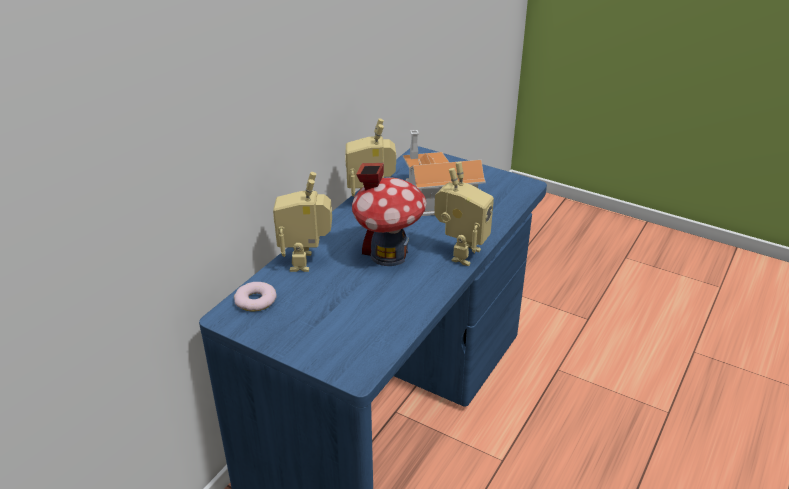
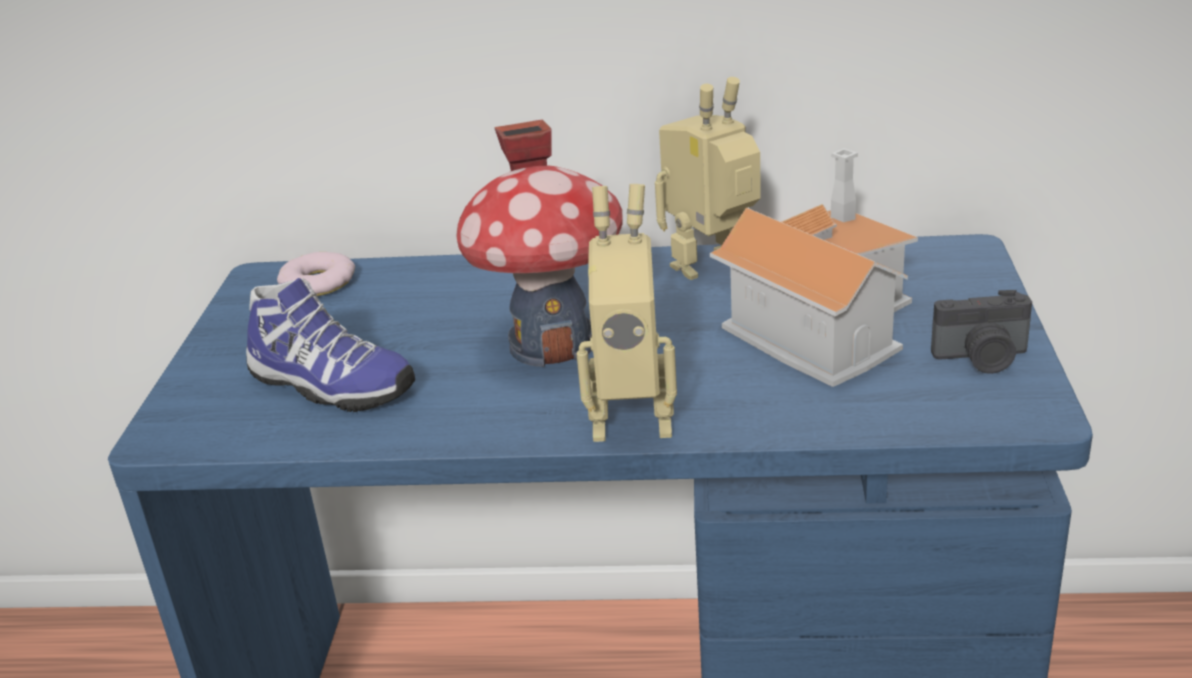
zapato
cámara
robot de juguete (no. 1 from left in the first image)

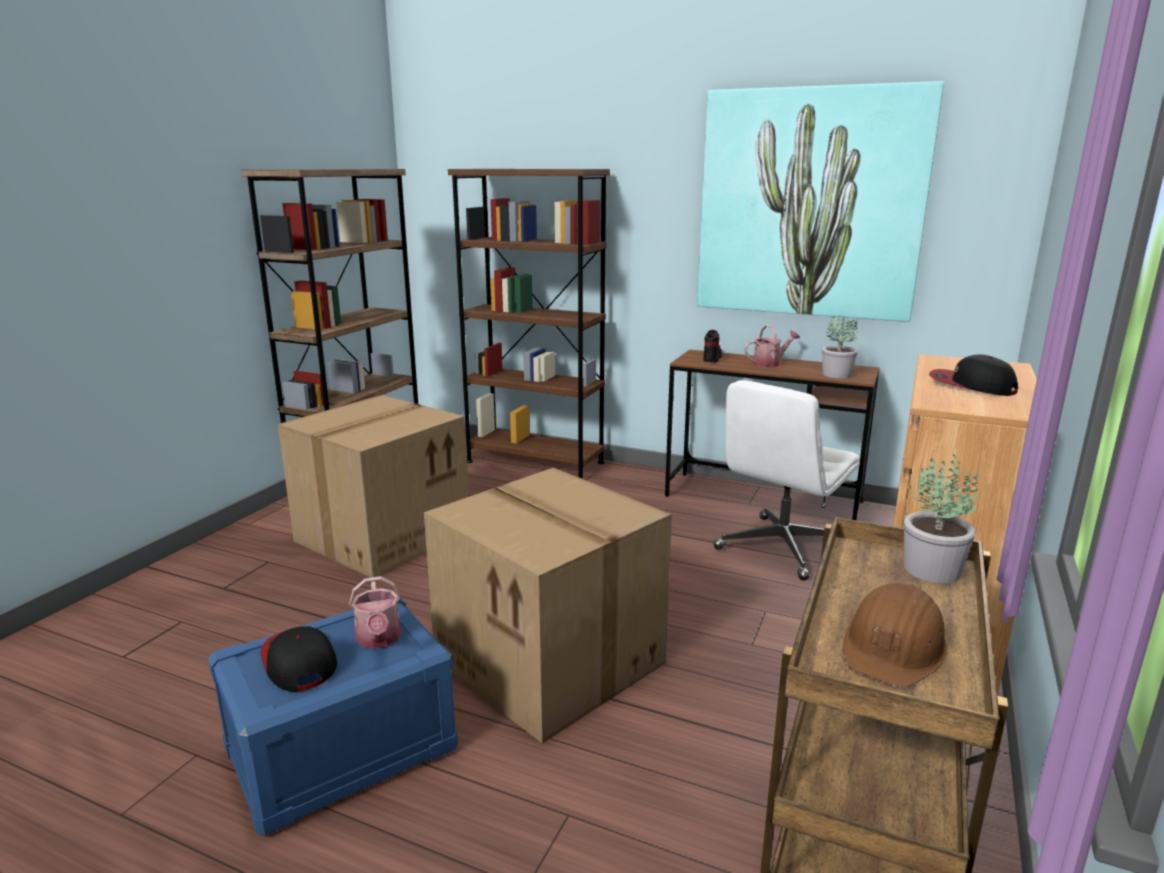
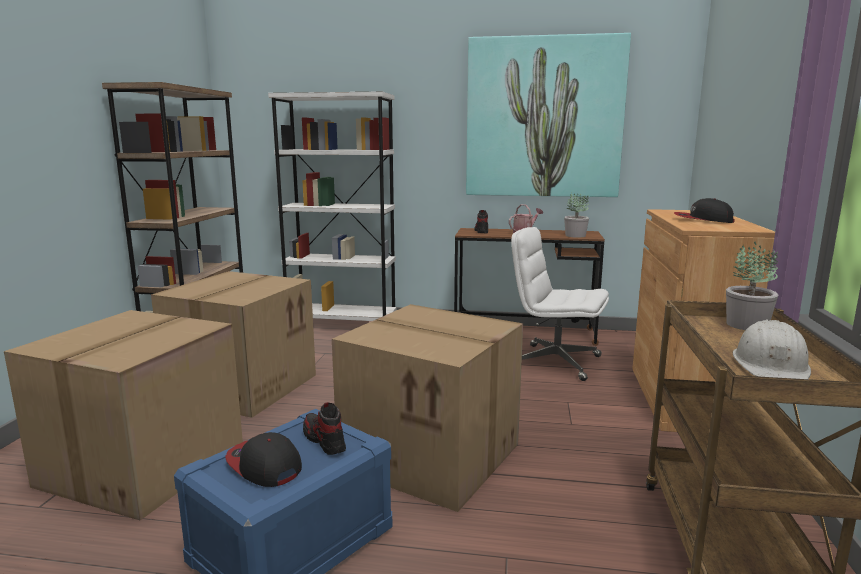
caja de cartón (no. 1 from left)
estantería [blanco]
zapato (no. 1 from left)
silla de oficina [blanco]
casco [blanco]

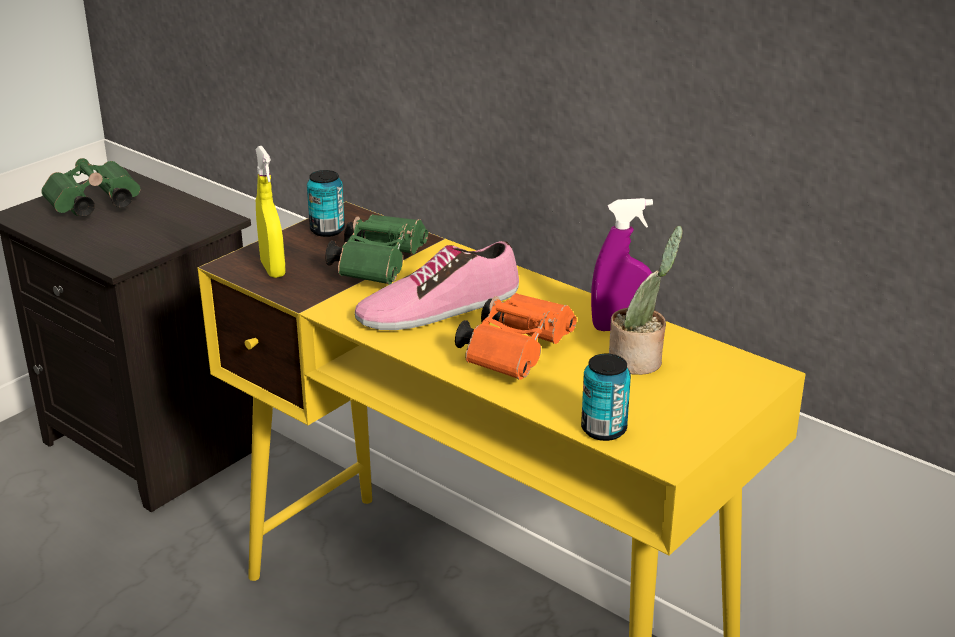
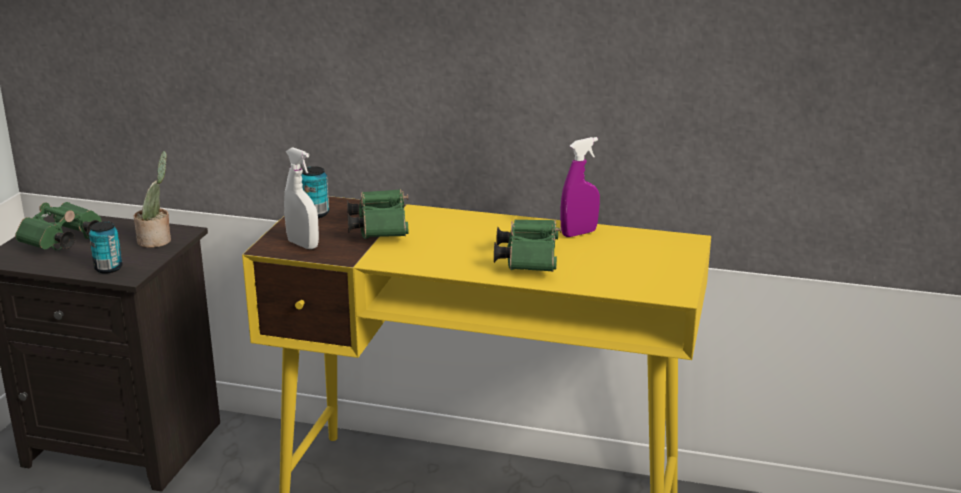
lata (no. 1 from left)
planta en maceta
pulverizador [blanco]
prismáticos [verde] (no. 3 from left)
zapato

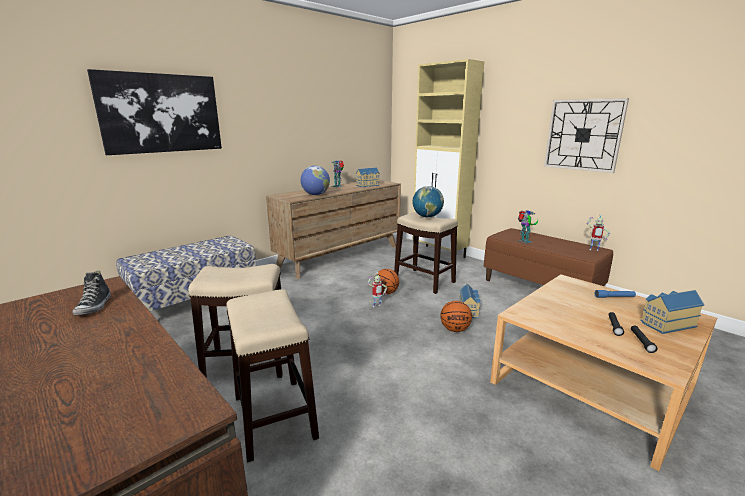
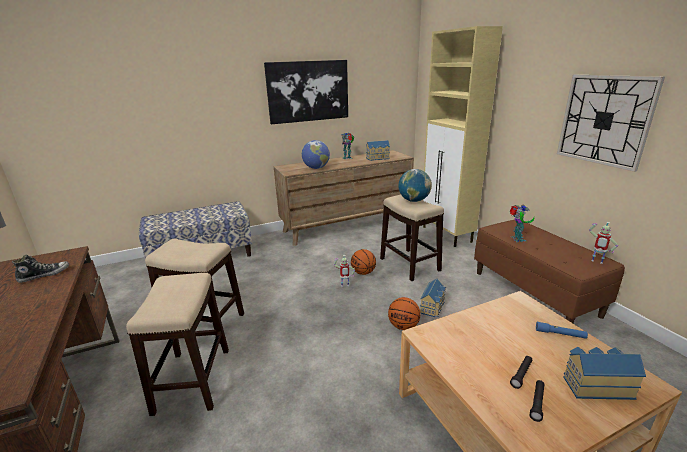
zapato
cuadro

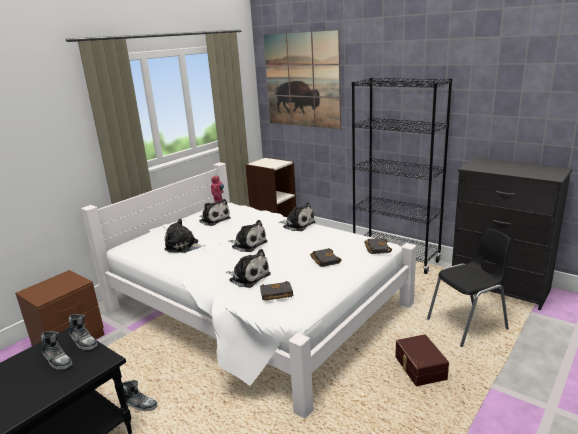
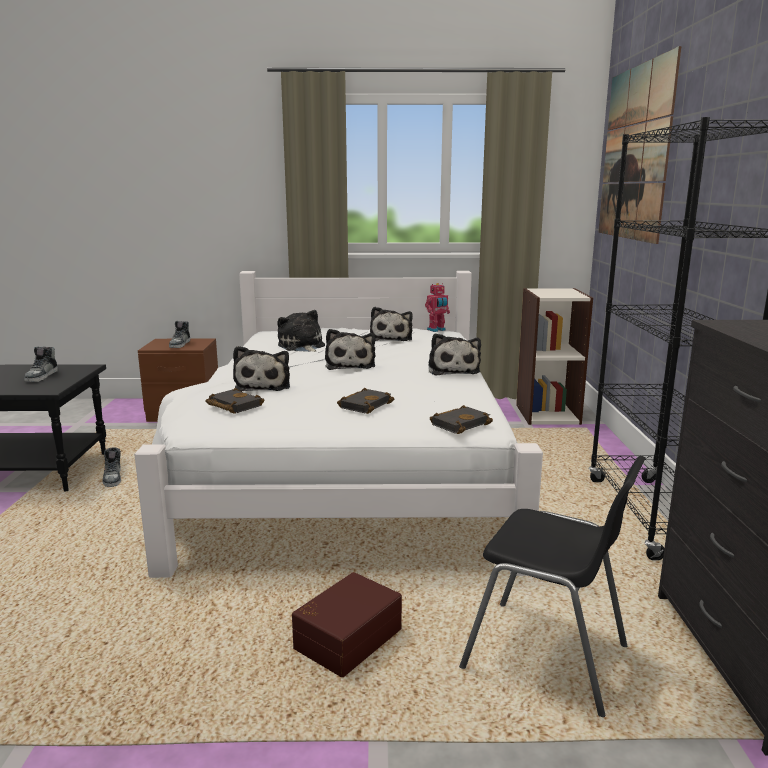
zapato (no. 3 from left)

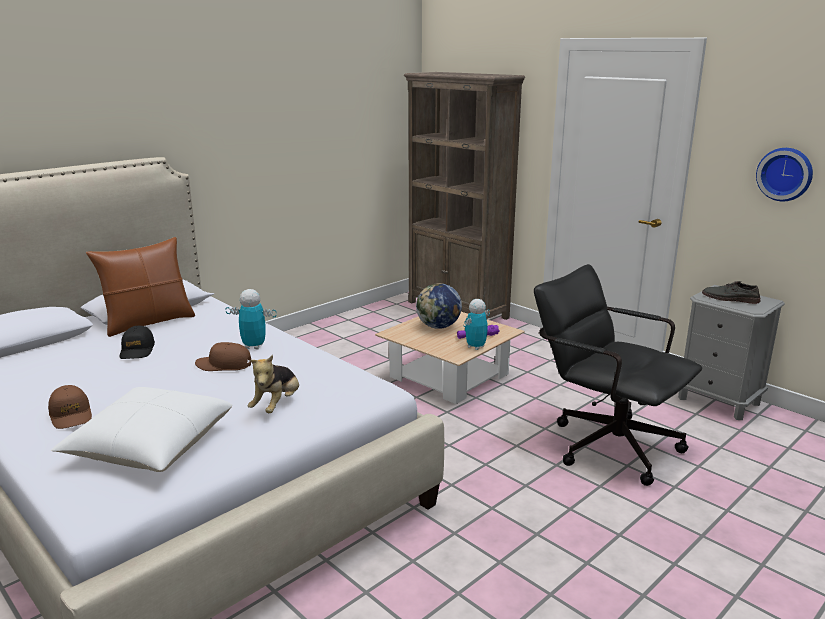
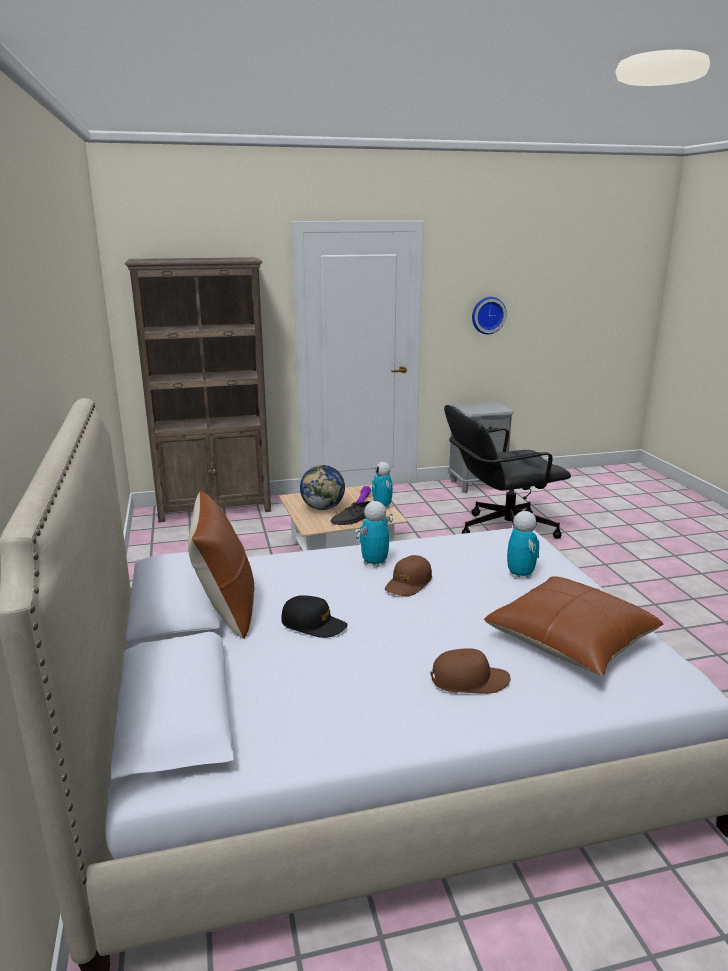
zapato [gris]
cojín [marrón] (no. 2 from left)
robot de juguete (no. 3 from left)

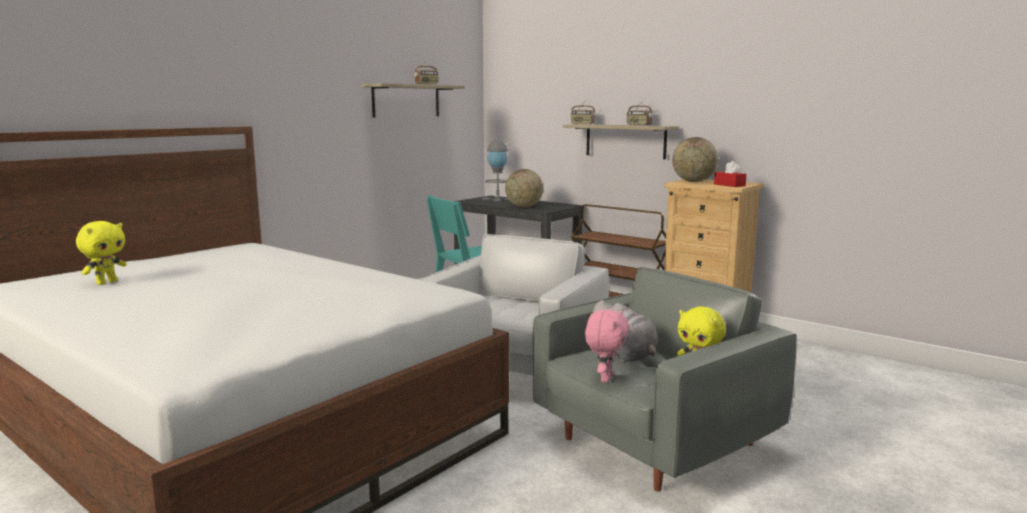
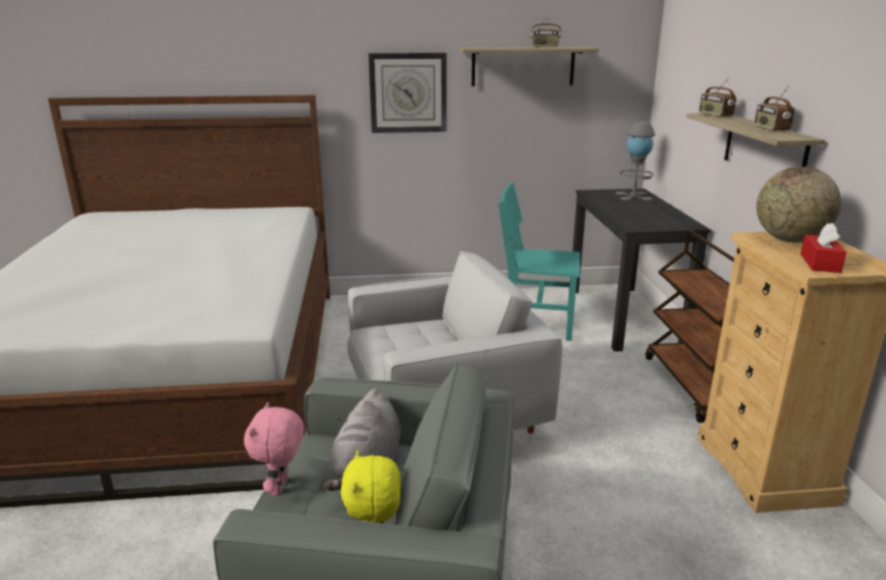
peluche [rosa]
reloj de pared
peluche [amarillo] (no. 1 from left in the first image)
globo terráqueo (no. 1 from left in the first image)

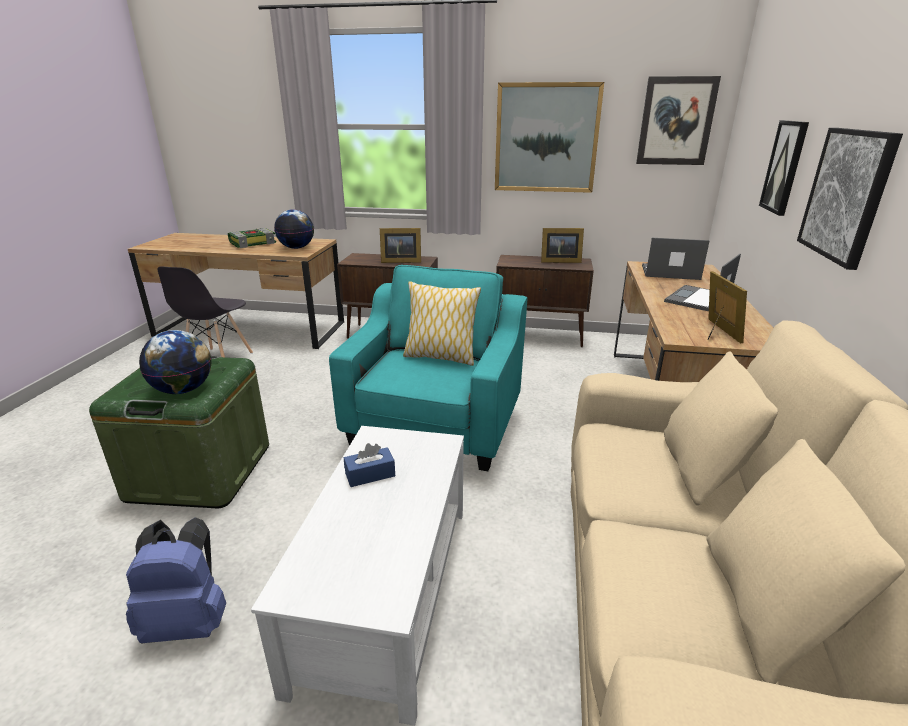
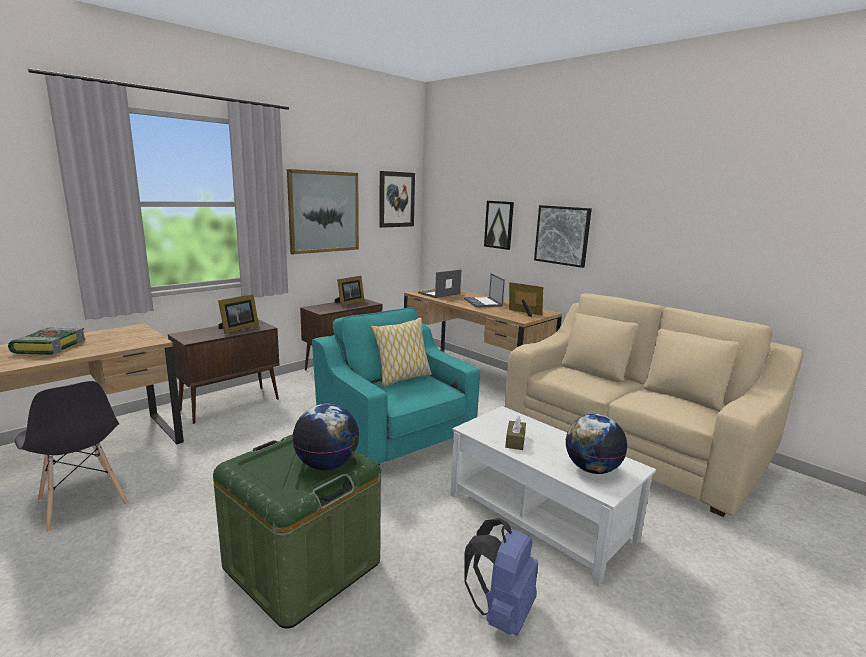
caja de pañuelos [marrón]
globo terráqueo (no. 2 from left)

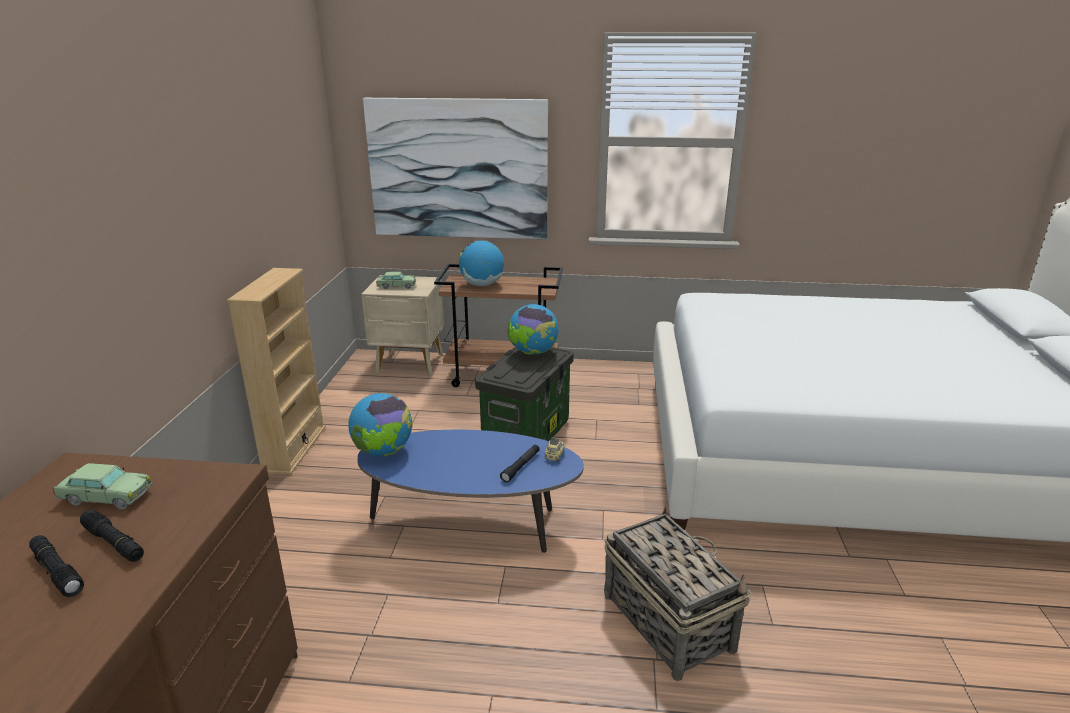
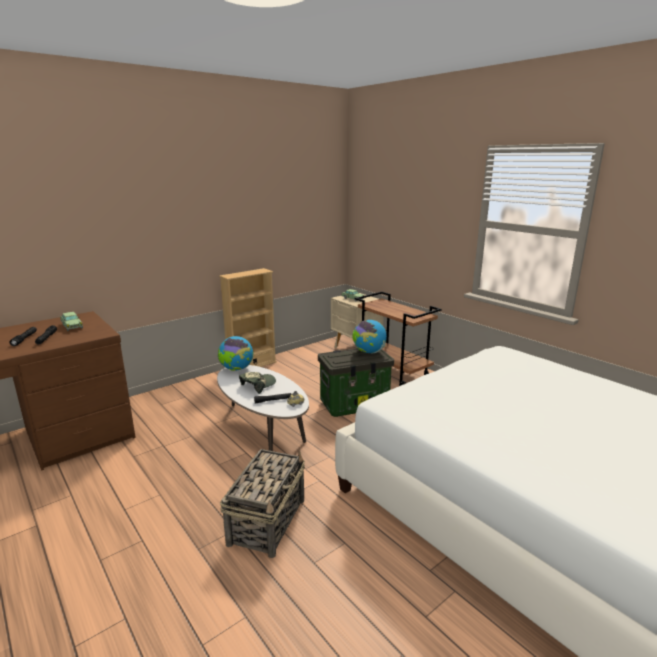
mesa de centro [blanco]
gorra
cuadro
globo terráqueo (no. 2 from left in the first image)

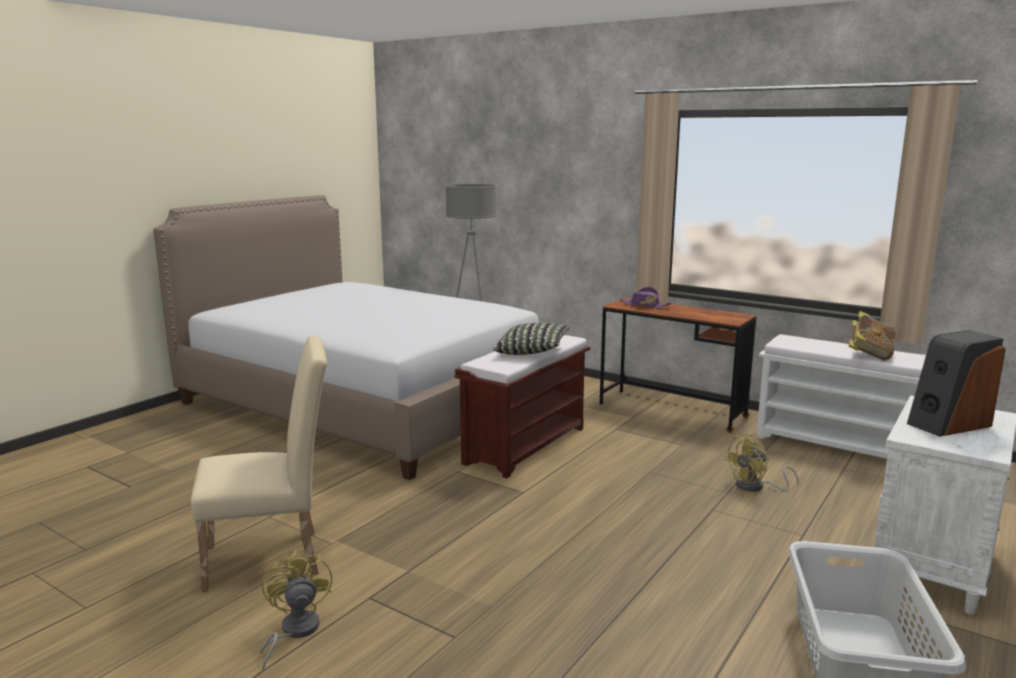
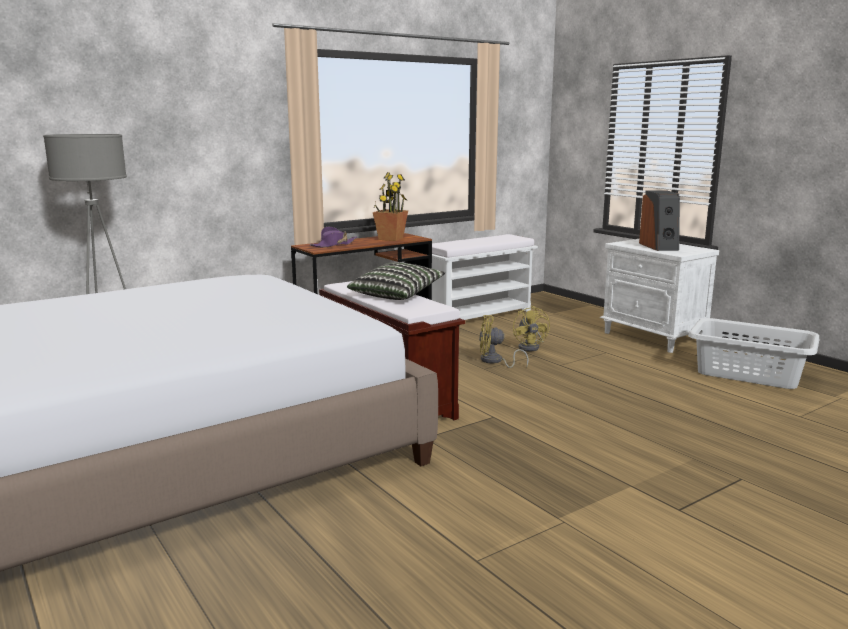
planta en maceta
ventilador [amarillo] (no. 1 from left)
silla [beis]
libro

